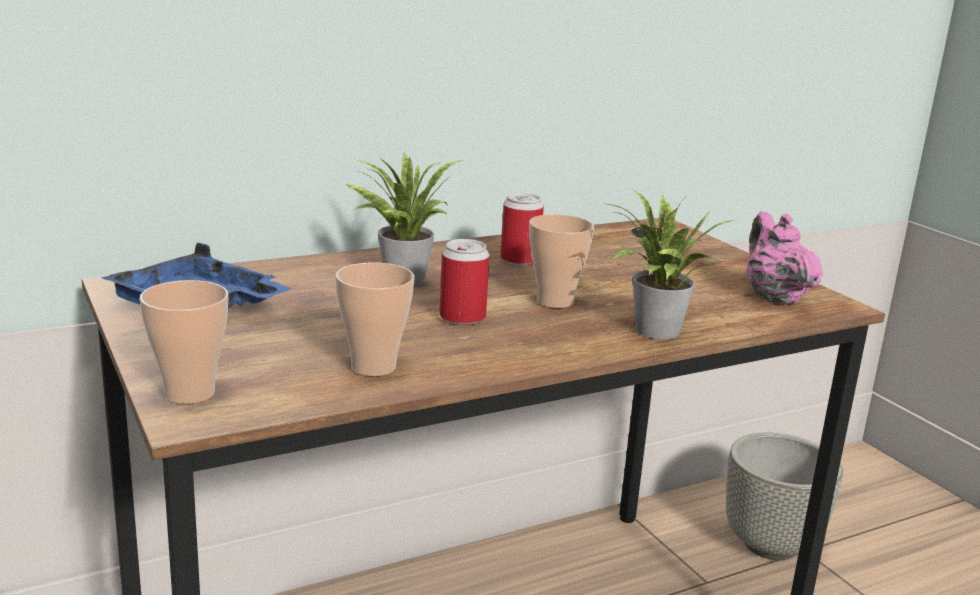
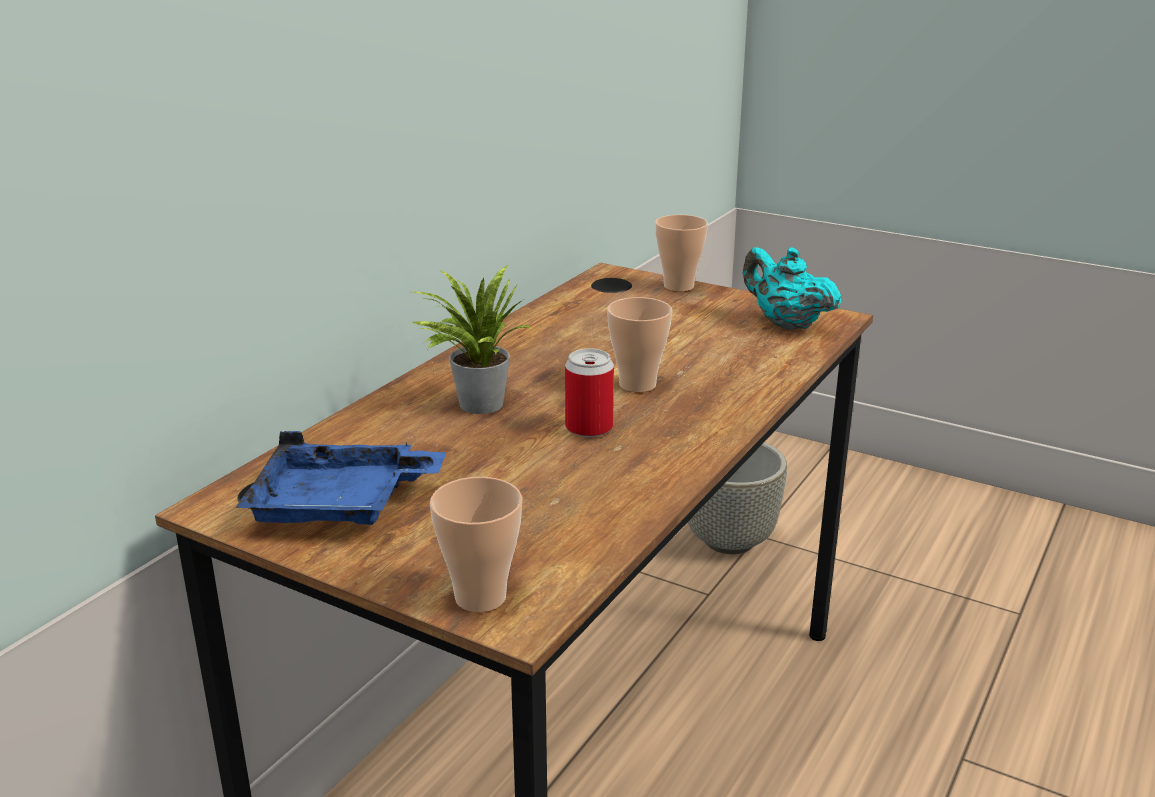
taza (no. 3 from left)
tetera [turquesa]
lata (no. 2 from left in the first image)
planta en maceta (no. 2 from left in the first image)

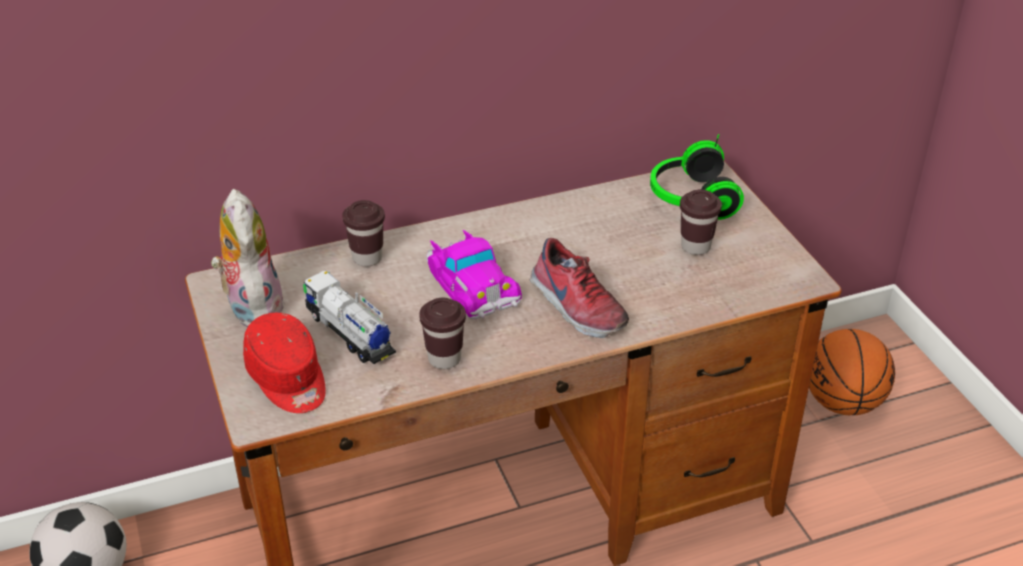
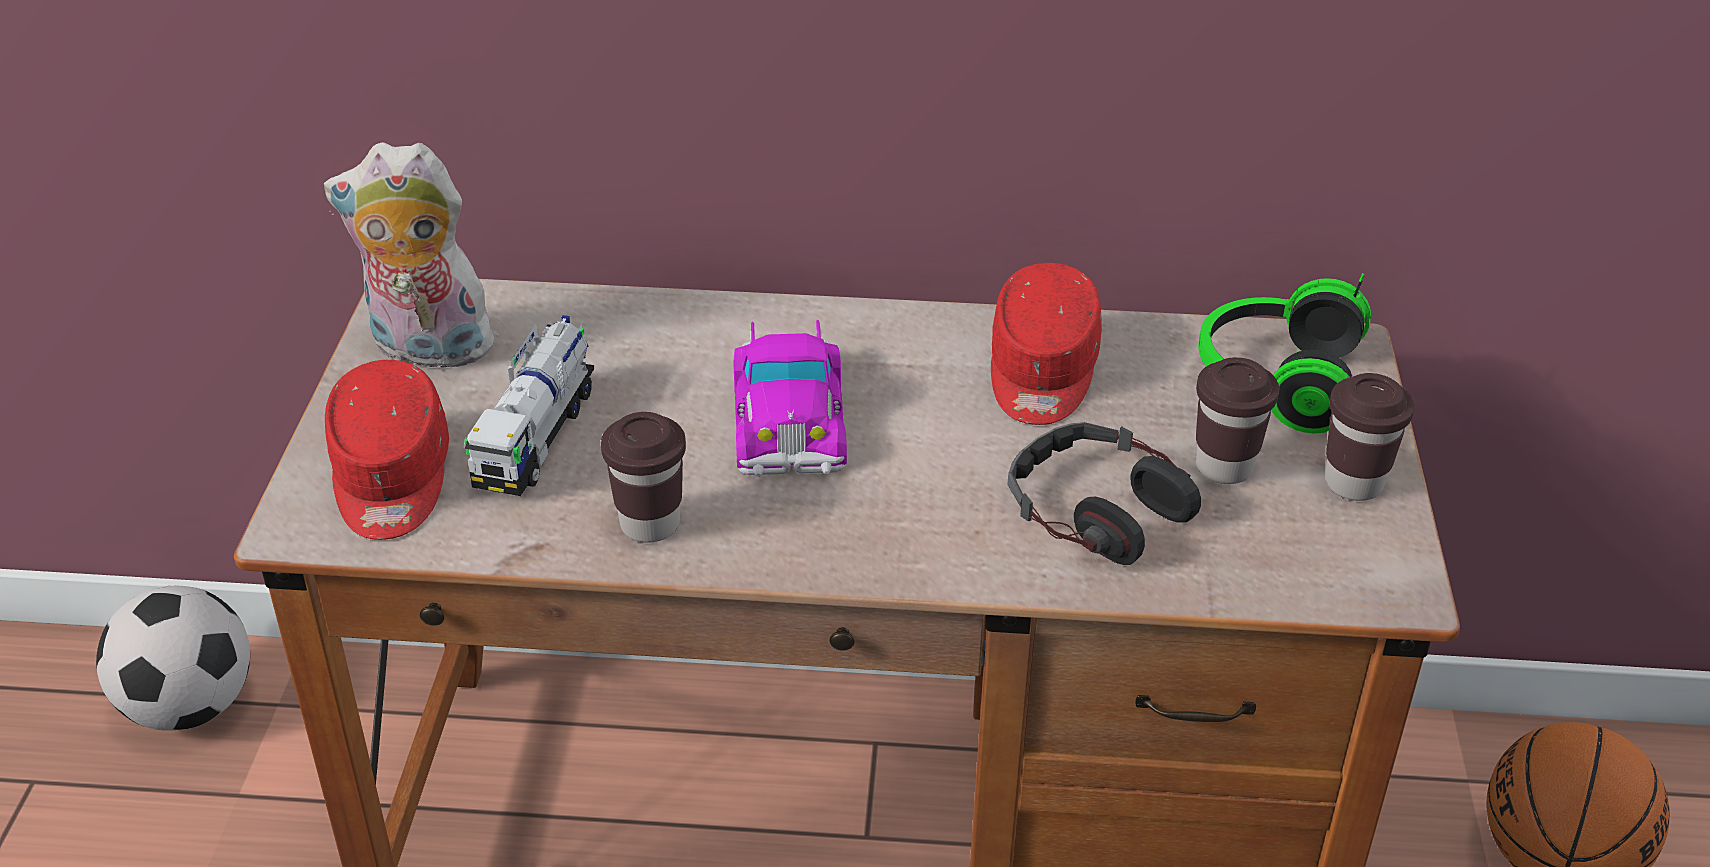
peluche
camión de juguete
gorra [rojo] (no. 2 from left)
auriculares (no. 1 from left)
taza [marrón] (no. 3 from left)
zapato

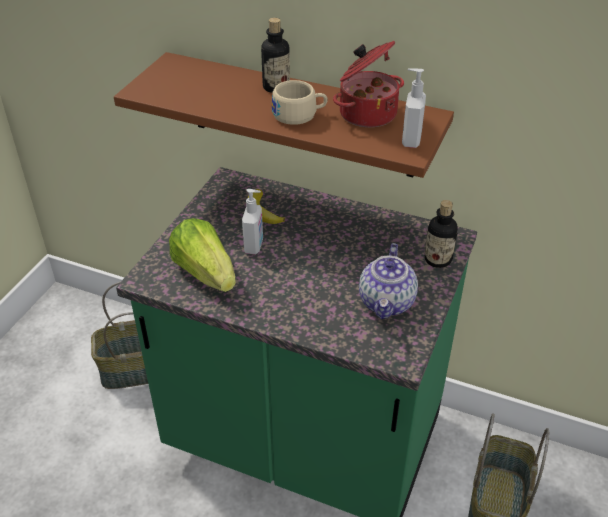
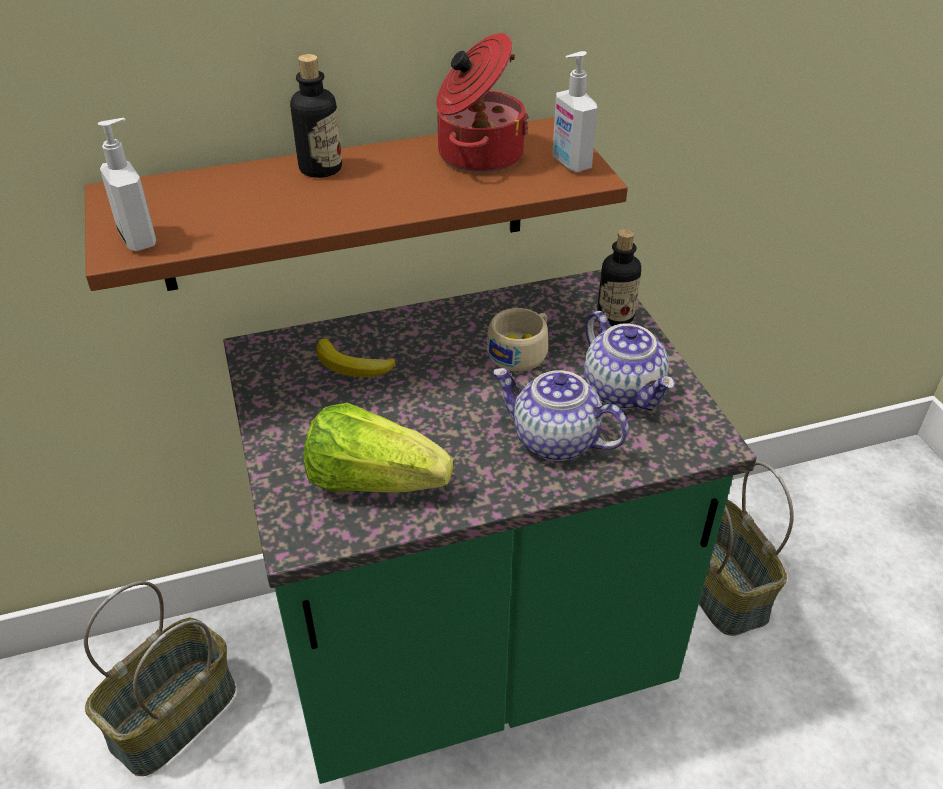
dispensador de jabón (no. 1 from left)
taza [beis]
tetera (no. 1 from left)

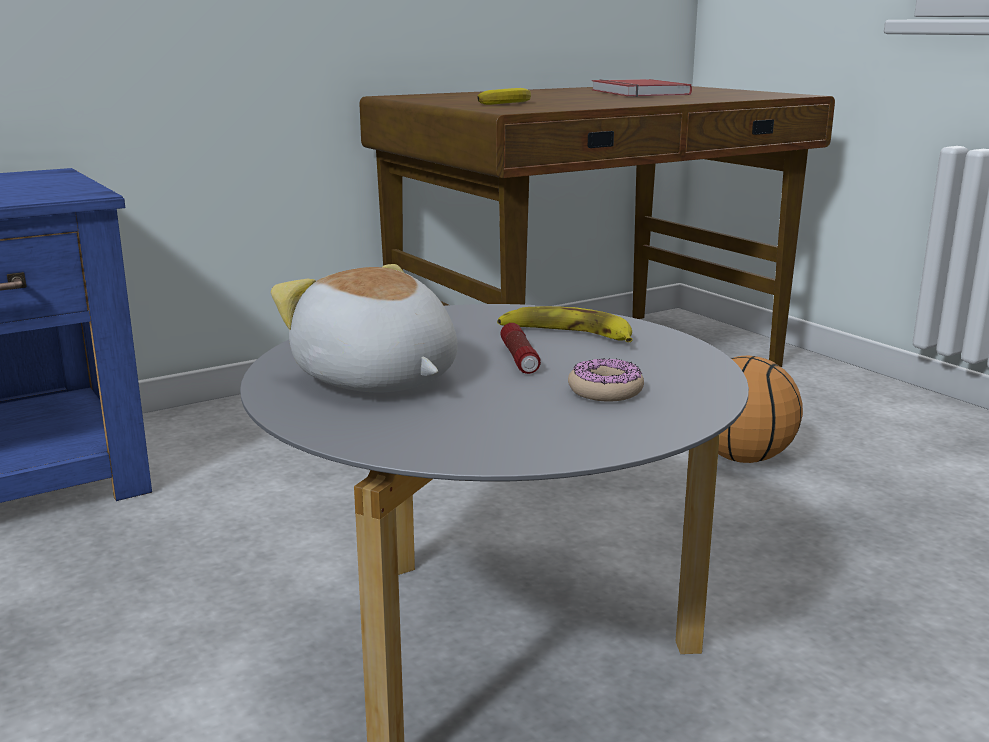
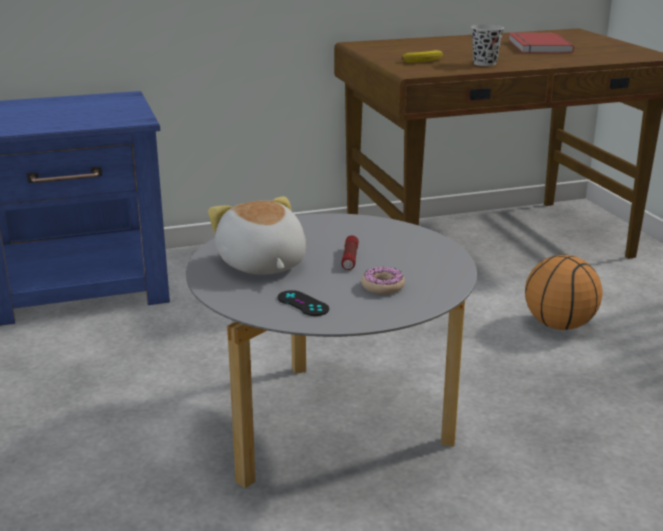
mando de consola [negro]
taza [negro]
plátano (no. 2 from left in the first image)

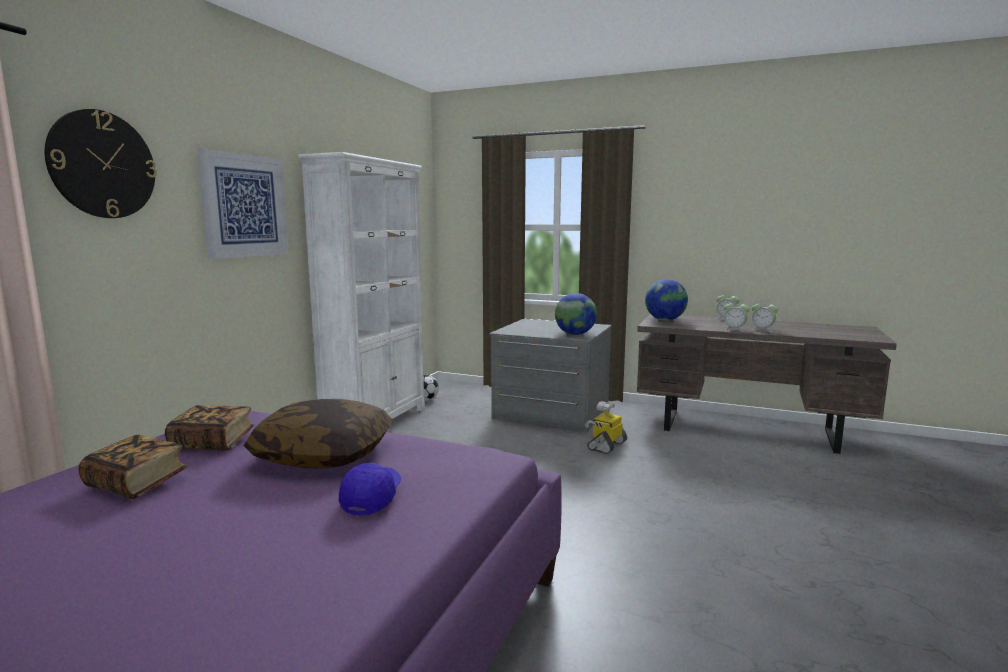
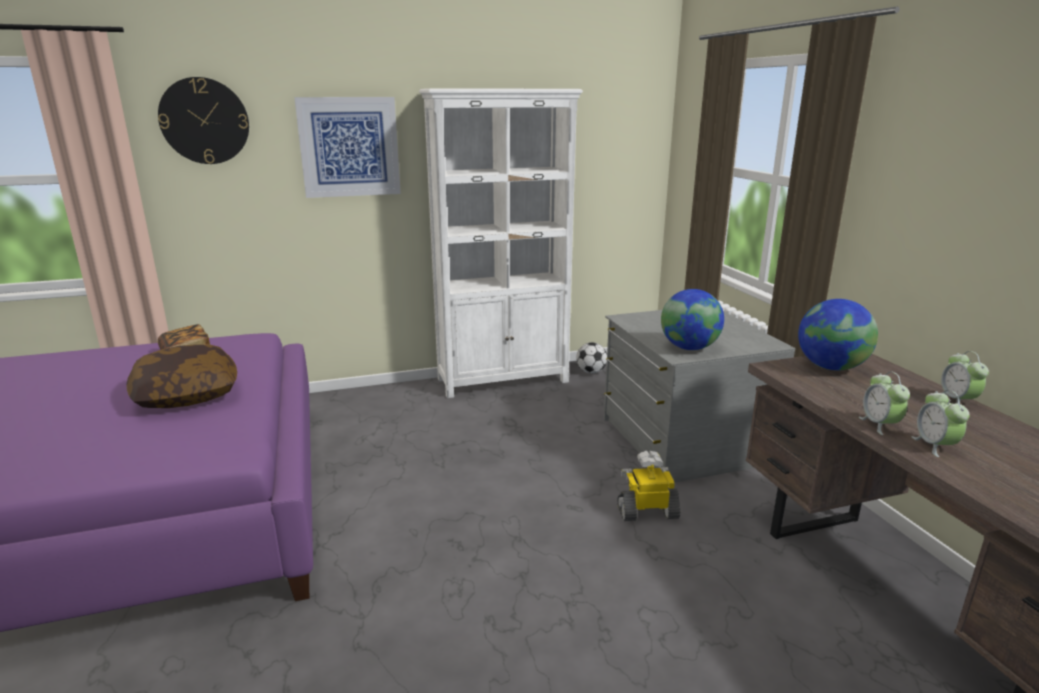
libro (no. 1 from left in the first image)
gorra [azul]

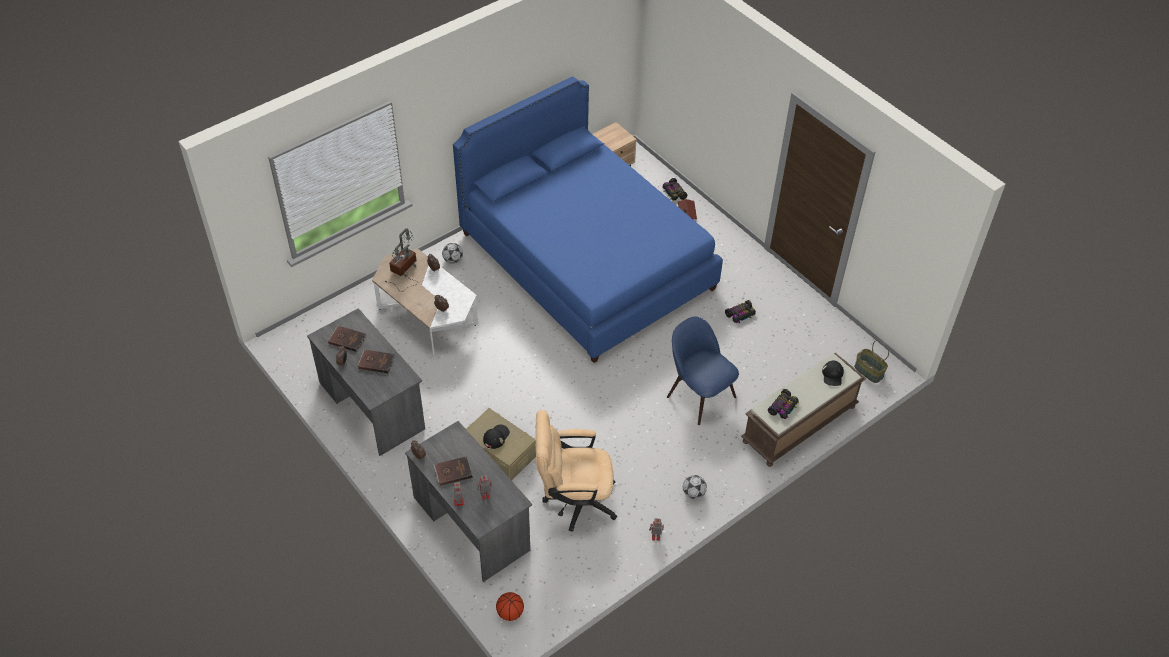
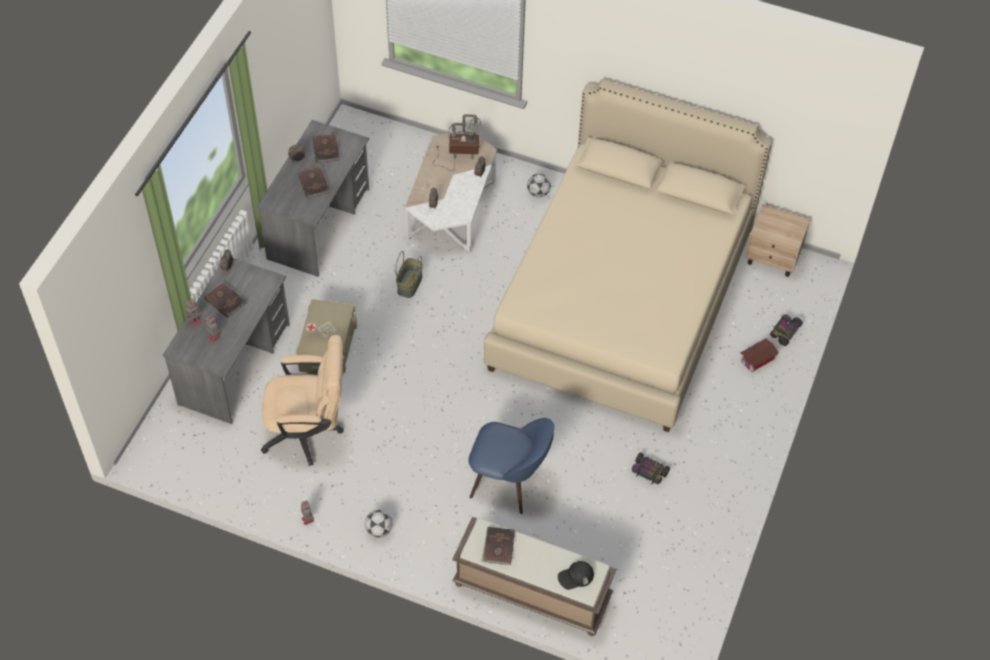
silla de oficina [beis]
cesta
silla [azul]
libro [marrón] (no. 4 from left)
cama [beis]
gorra [negro] (no. 1 from left in the first image)
balón de baloncesto

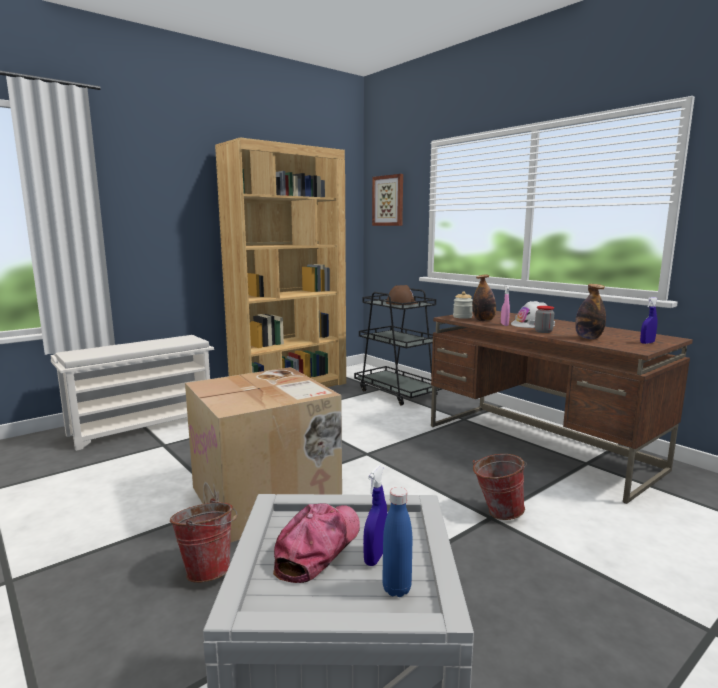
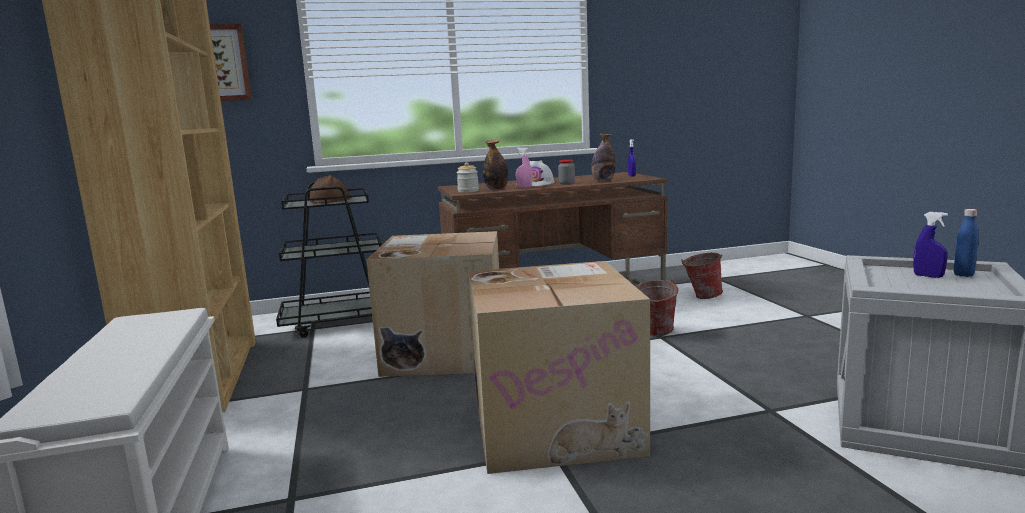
caja de cartón (no. 1 from left)
cubo (no. 2 from left)
gorra

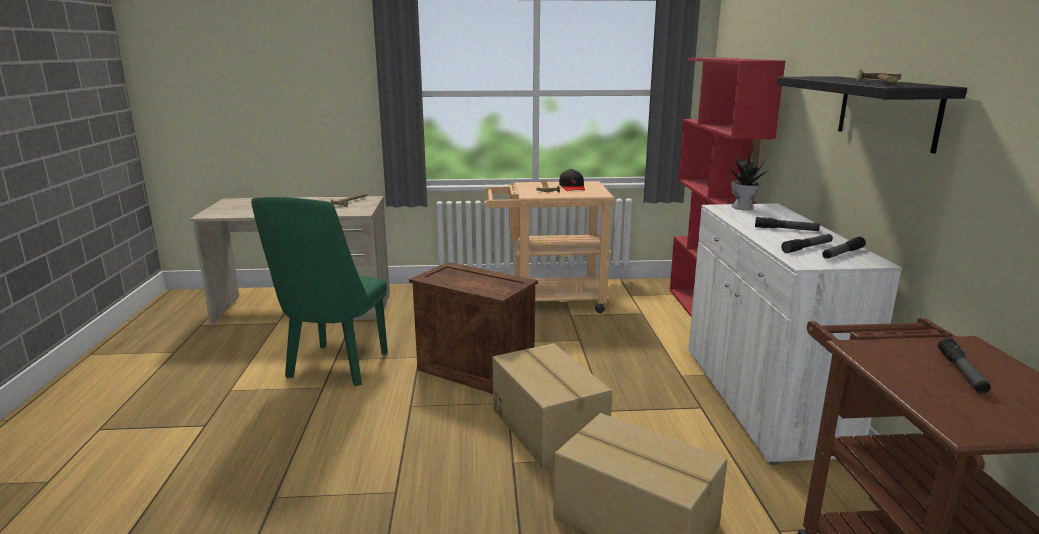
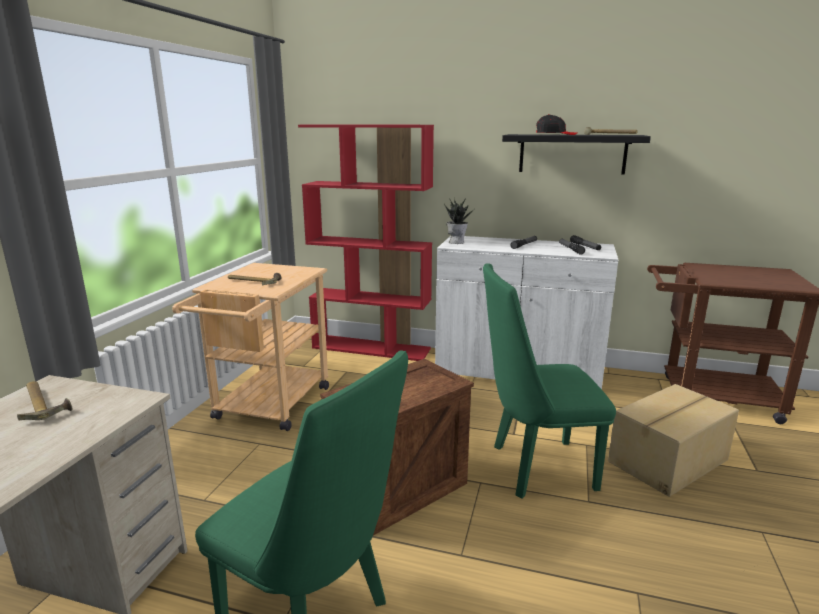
silla [verde] (no. 2 from left)
gorra [negro]
linterna (no. 4 from left in the first image)

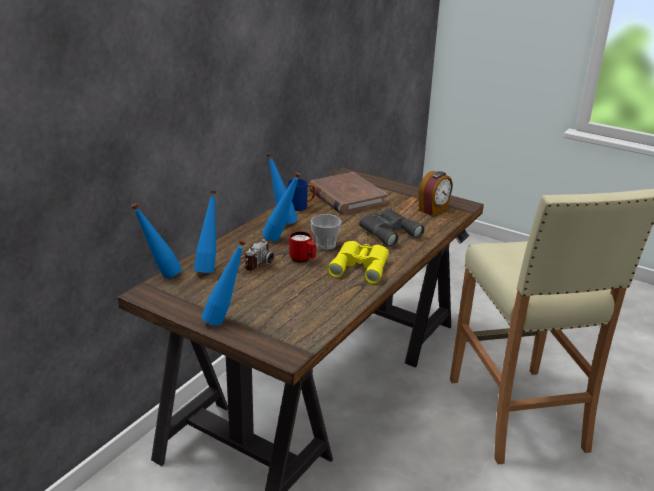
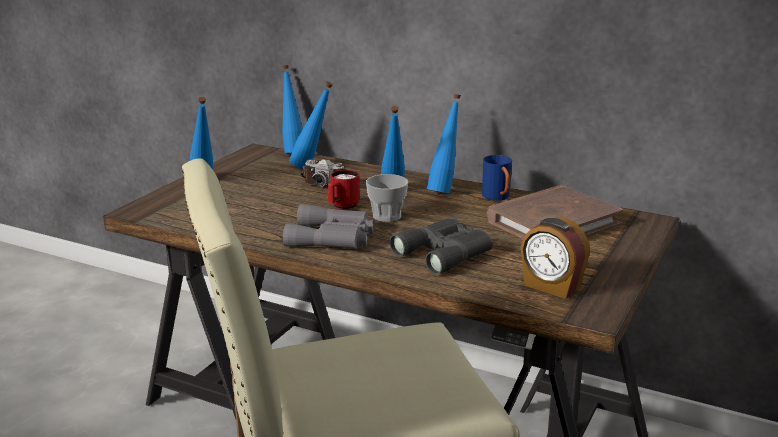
prismáticos [gris] (no. 1 from left)

